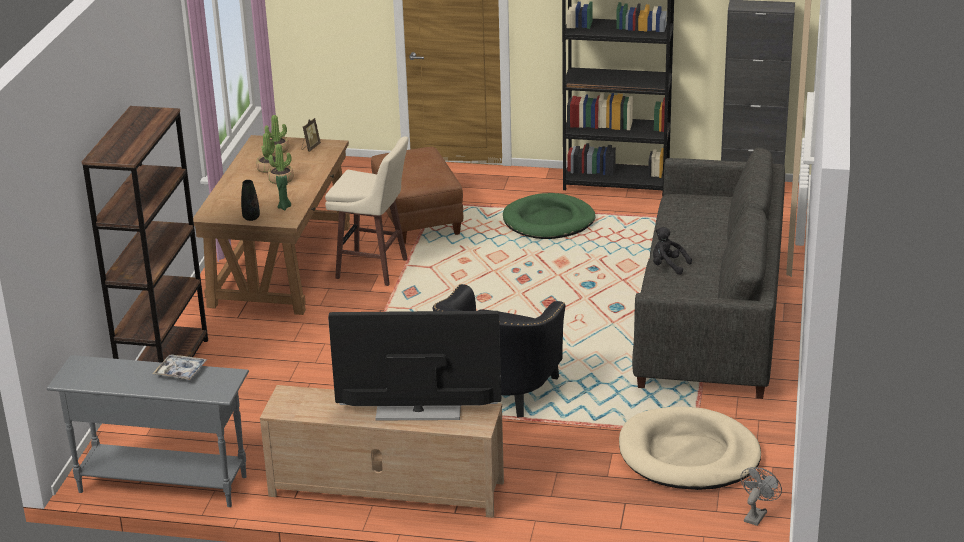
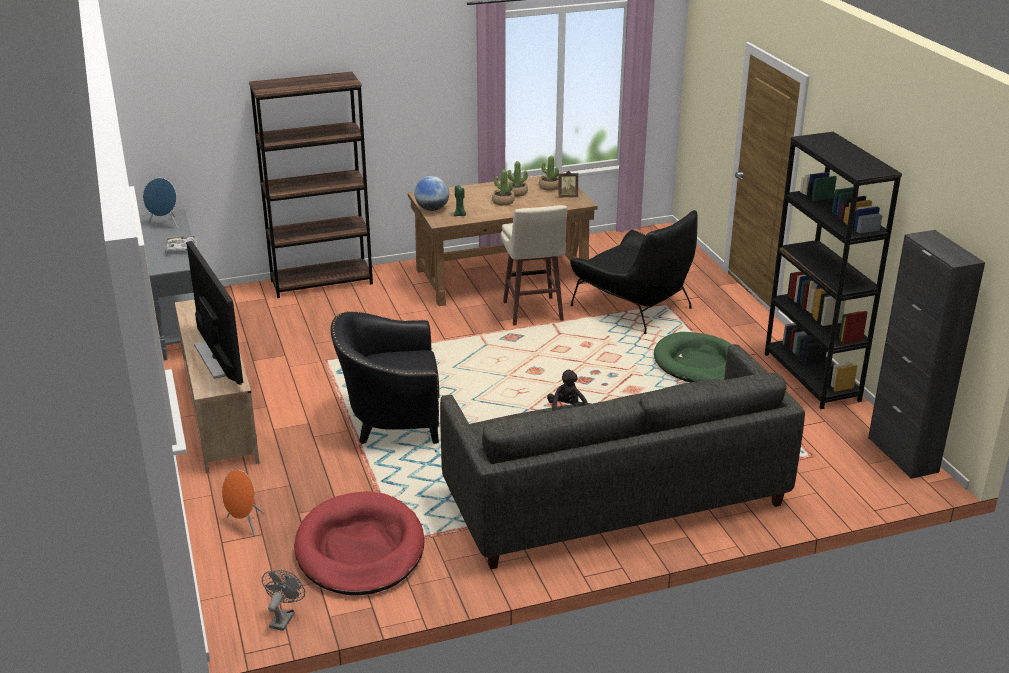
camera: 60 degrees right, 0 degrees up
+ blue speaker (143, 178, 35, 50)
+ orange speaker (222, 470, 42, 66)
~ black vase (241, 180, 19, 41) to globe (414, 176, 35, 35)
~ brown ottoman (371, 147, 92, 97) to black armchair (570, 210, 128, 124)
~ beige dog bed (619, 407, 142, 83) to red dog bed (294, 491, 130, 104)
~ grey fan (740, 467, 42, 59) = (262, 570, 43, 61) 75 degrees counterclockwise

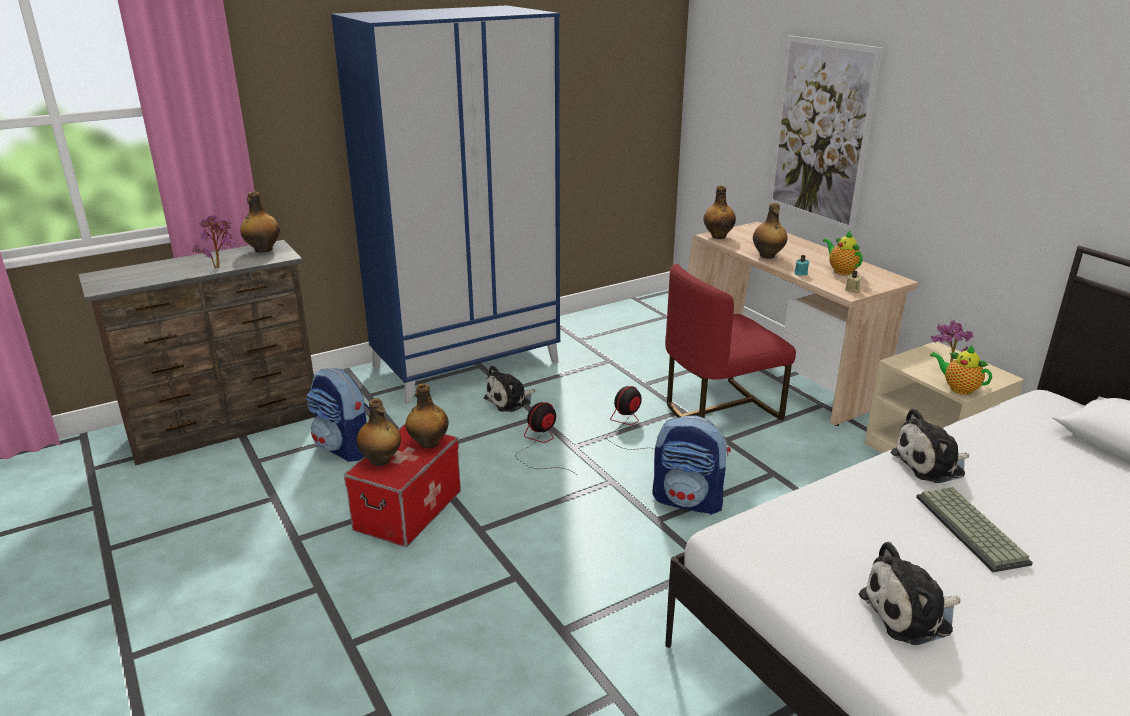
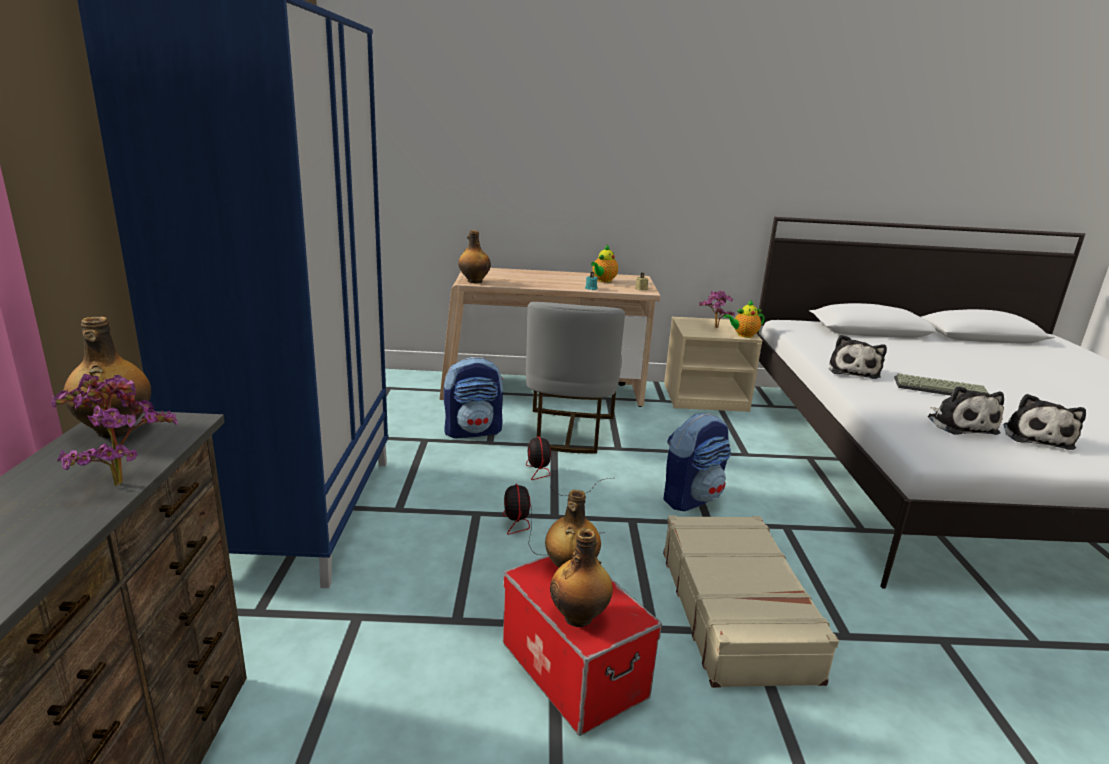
camera: 60 degrees left, 5 degrees down
- bottle (753, 203, 35, 56)
- picture (768, 35, 115, 197)
+ beige suitcase (663, 515, 176, 173)
~ backpack (306, 368, 64, 94) to (444, 357, 59, 81)
~ plush toy (484, 365, 51, 47) to (928, 386, 76, 49)
~ red chair (665, 264, 131, 156) to grey chair (526, 302, 99, 151)
~ teapot (823, 231, 40, 44) = (591, 245, 27, 38) 60 degrees counterclockwise

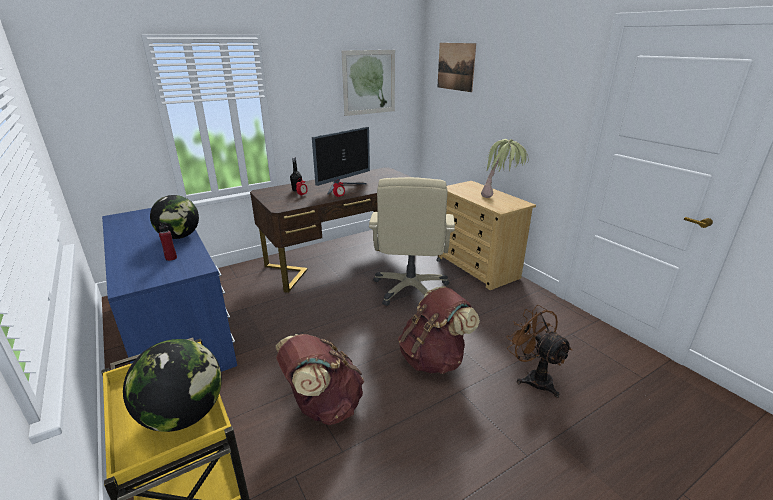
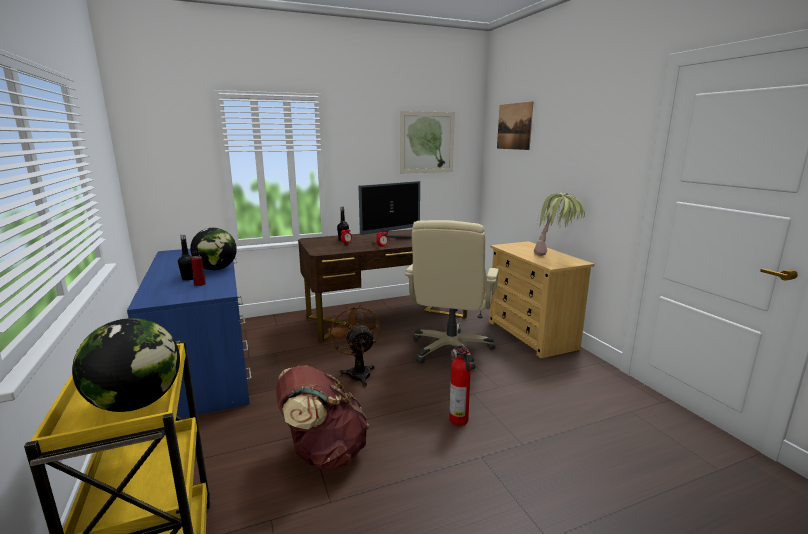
camera: 10 degrees right, 10 degrees down
+ black bottle (178, 234, 15, 47)
~ brown fan (506, 305, 66, 93) to (328, 304, 52, 82)
~ brown backpack (398, 286, 82, 88) to fire extinguisher (449, 345, 22, 80)

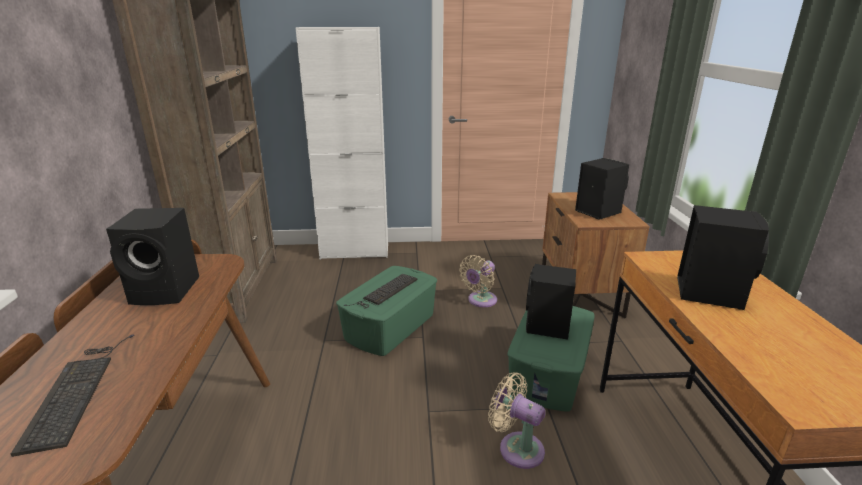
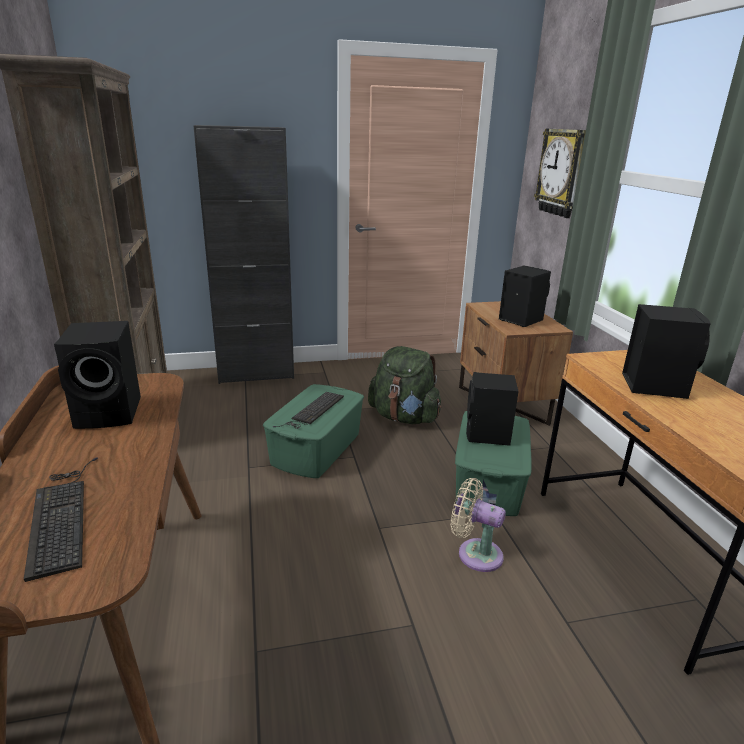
camera: 10 degrees left, 0 degrees up
+ wall clock (534, 129, 52, 89)
~ beige fan (459, 255, 38, 52) to green backpack (368, 346, 74, 78)
~ white cabinet (295, 27, 93, 232) to black cabinet (193, 125, 101, 259)

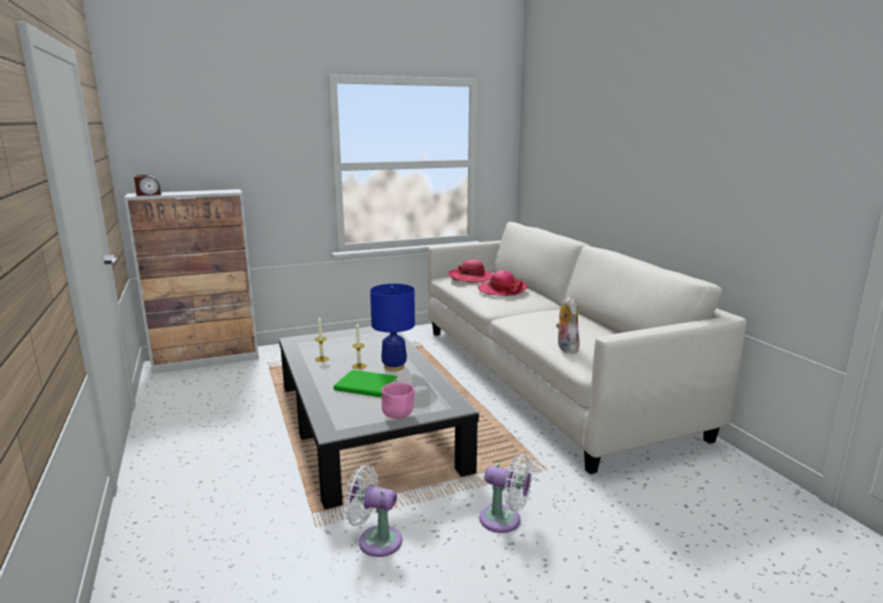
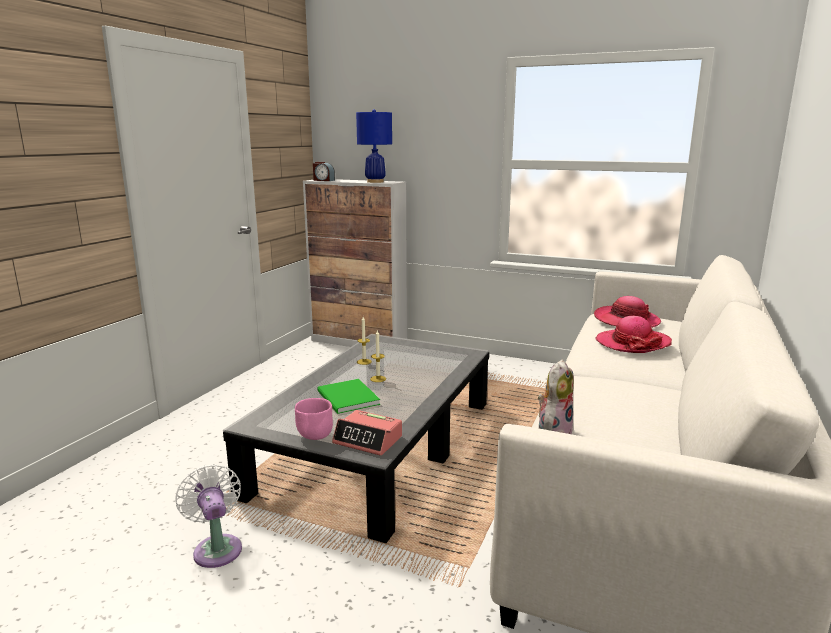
camera: 45 degrees right, 0 degrees up
- white fan (479, 454, 54, 79)
+ alarm clock (332, 410, 70, 46)
~ blue table lamp (370, 284, 45, 87) to (356, 109, 36, 74)

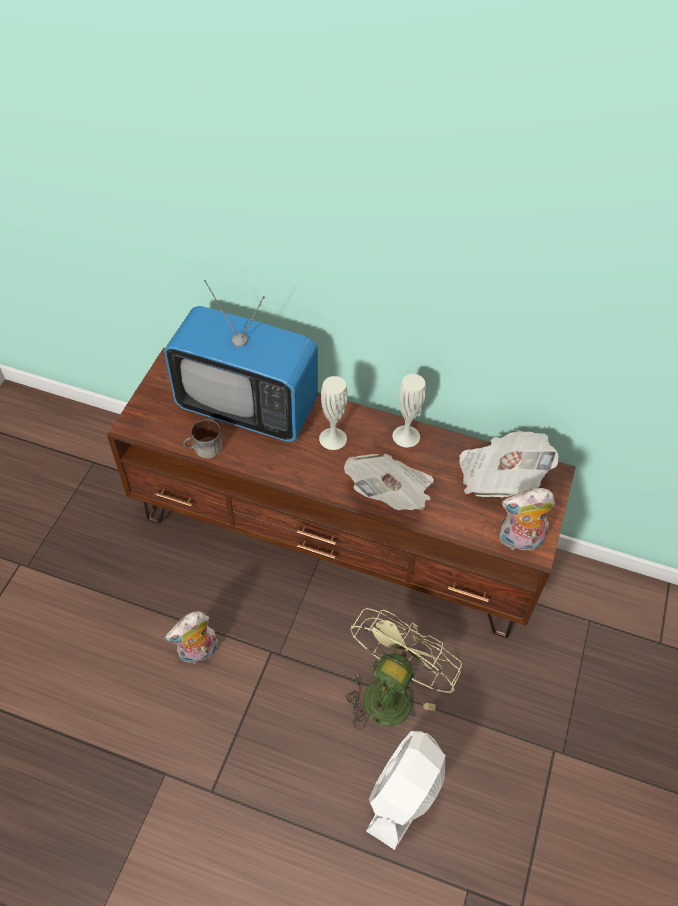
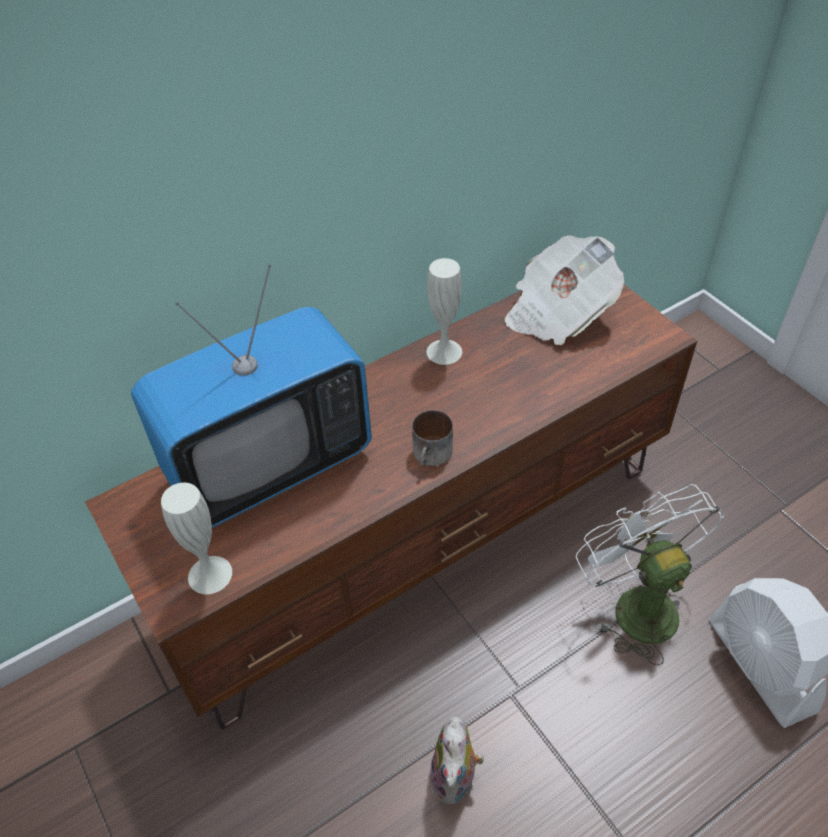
camera: 50 degrees left, 5 degrees down
- newspaper (344, 454, 90, 56)
- plush toy (499, 488, 56, 63)
~ mug (183, 419, 40, 40) to (412, 410, 41, 56)
~ white vase (319, 376, 28, 74) to (161, 482, 71, 112)
~ green fan (346, 608, 116, 122) to white fan (576, 484, 148, 181)

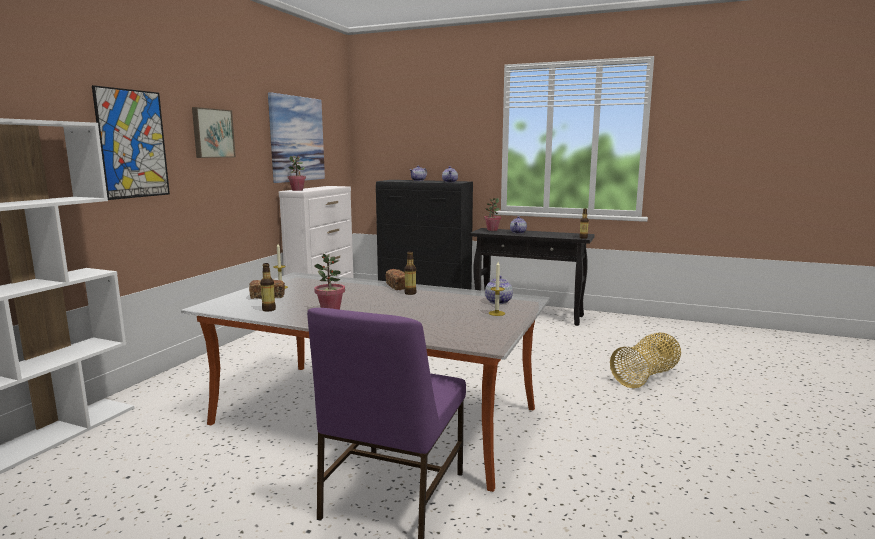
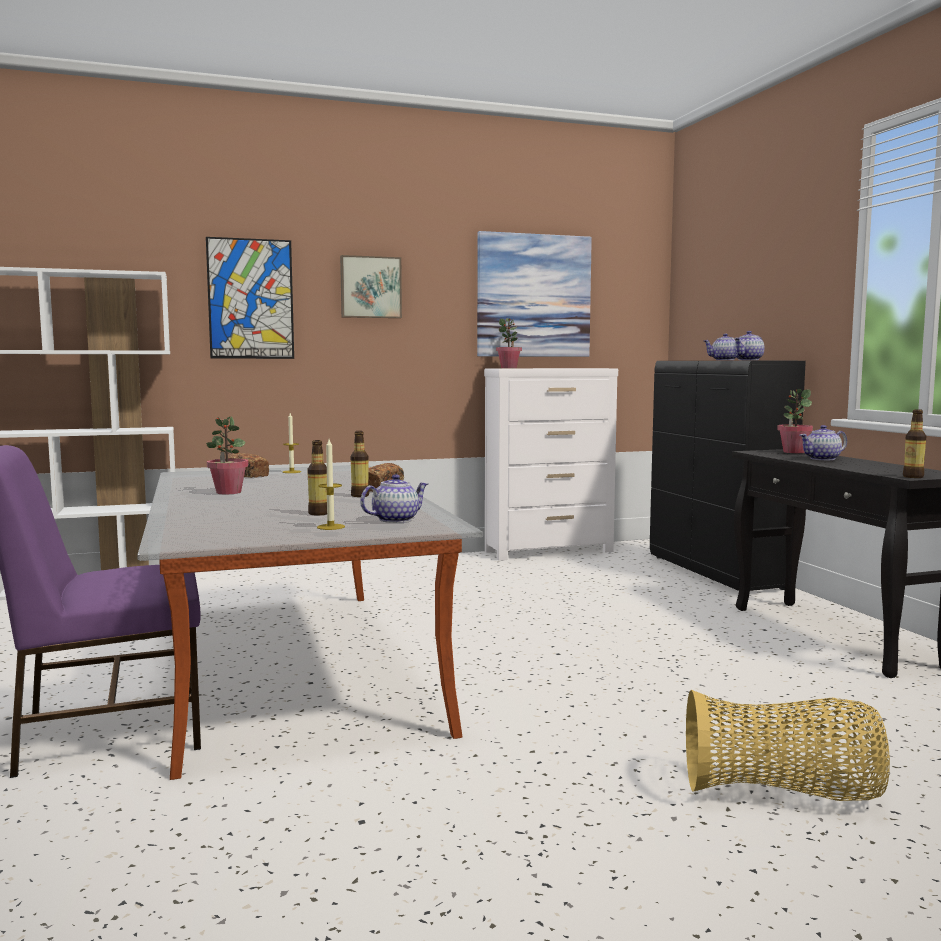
camera: 50 degrees right, 5 degrees down
~ bottle (260, 263, 16, 48) to (307, 440, 20, 76)

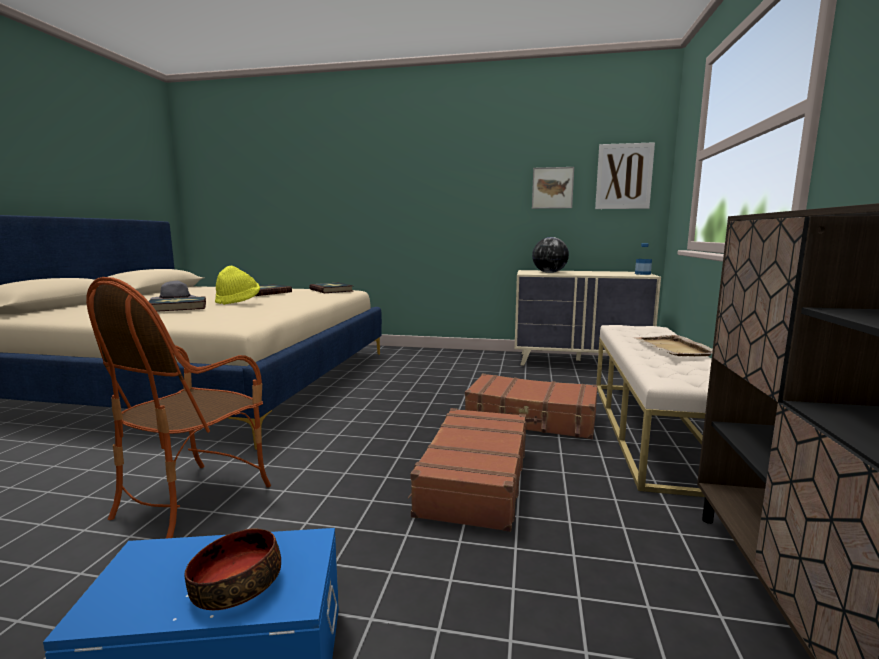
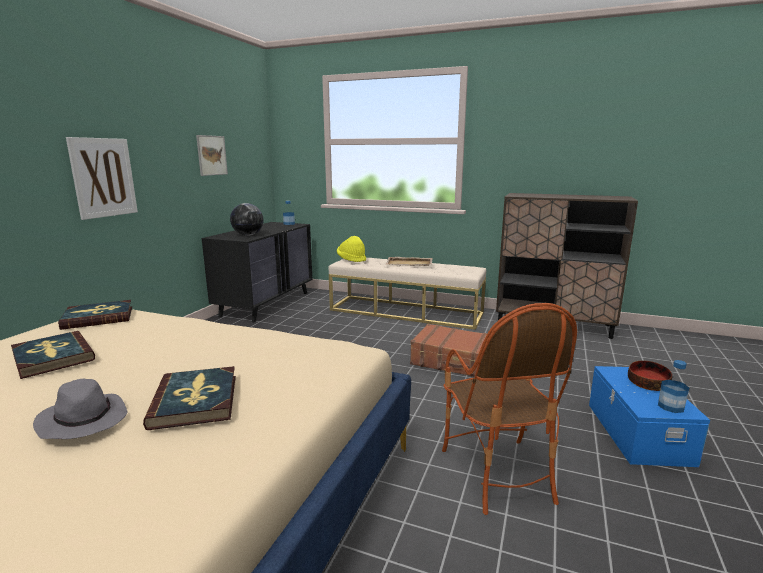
camera: 80 degrees left, 5 degrees up
- brown suitcase (465, 374, 133, 65)
+ bottle (658, 360, 31, 53)
~ yellow hat (215, 266, 45, 39) to (337, 236, 29, 26)
~ picture (595, 142, 60, 67) to (66, 137, 72, 83)
~ beige dresser (514, 270, 147, 96) to black dresser (202, 222, 111, 101)
~ armchair (86, 277, 185, 261) = (442, 303, 135, 212) 45 degrees clockwise

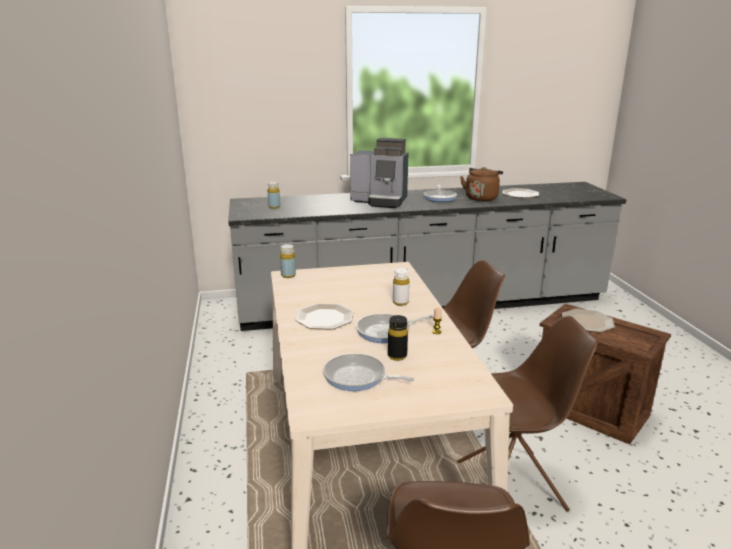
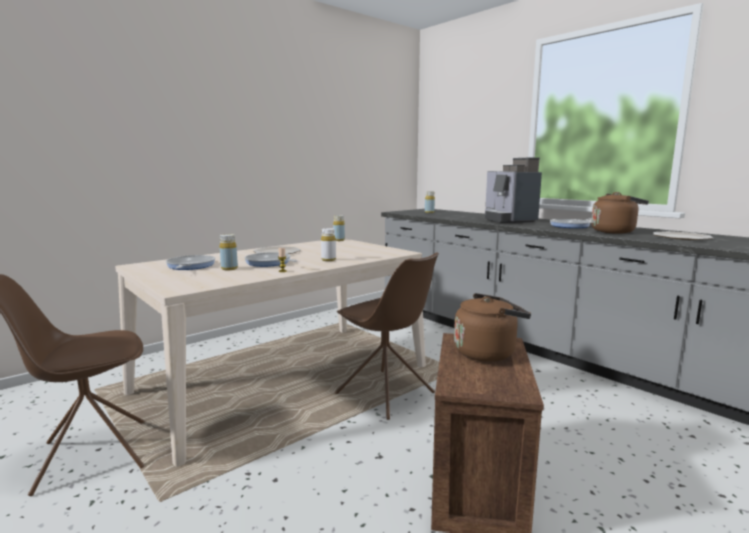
camera: 60 degrees right, 10 degrees down
- brown chair (457, 316, 141, 196)
~ plate (562, 309, 53, 23) to brown kettle (454, 293, 77, 69)
~ black bottle (388, 315, 20, 46) to yellow bottle (220, 234, 18, 36)

